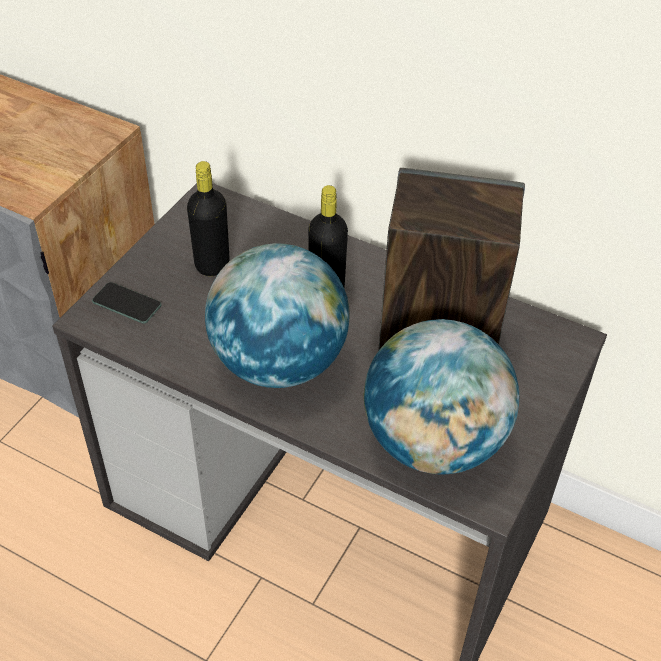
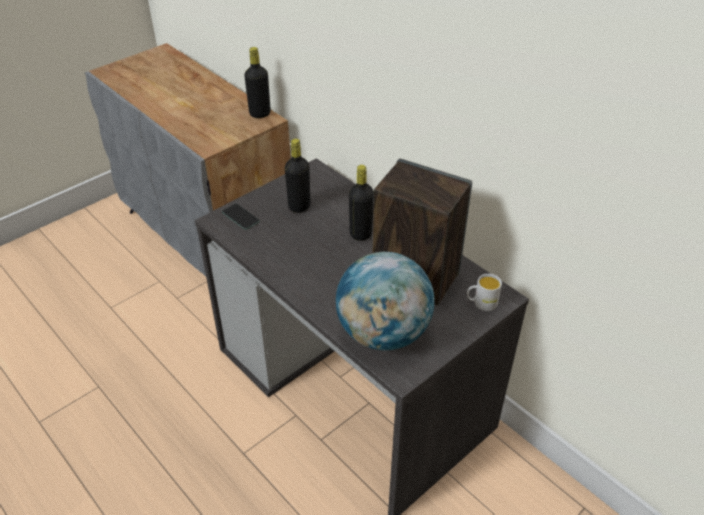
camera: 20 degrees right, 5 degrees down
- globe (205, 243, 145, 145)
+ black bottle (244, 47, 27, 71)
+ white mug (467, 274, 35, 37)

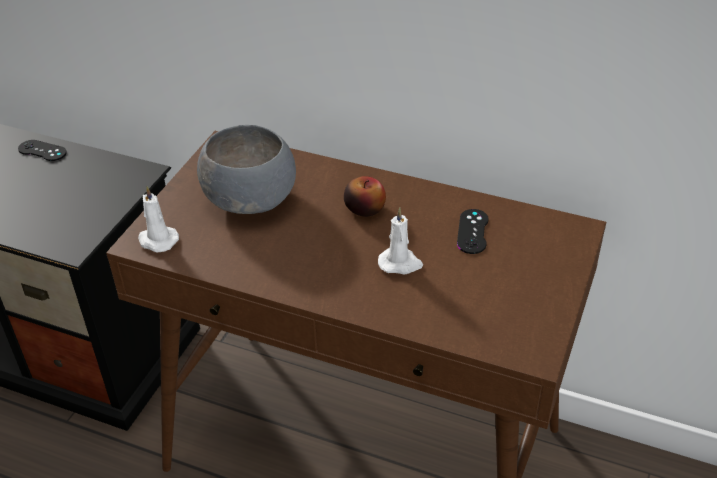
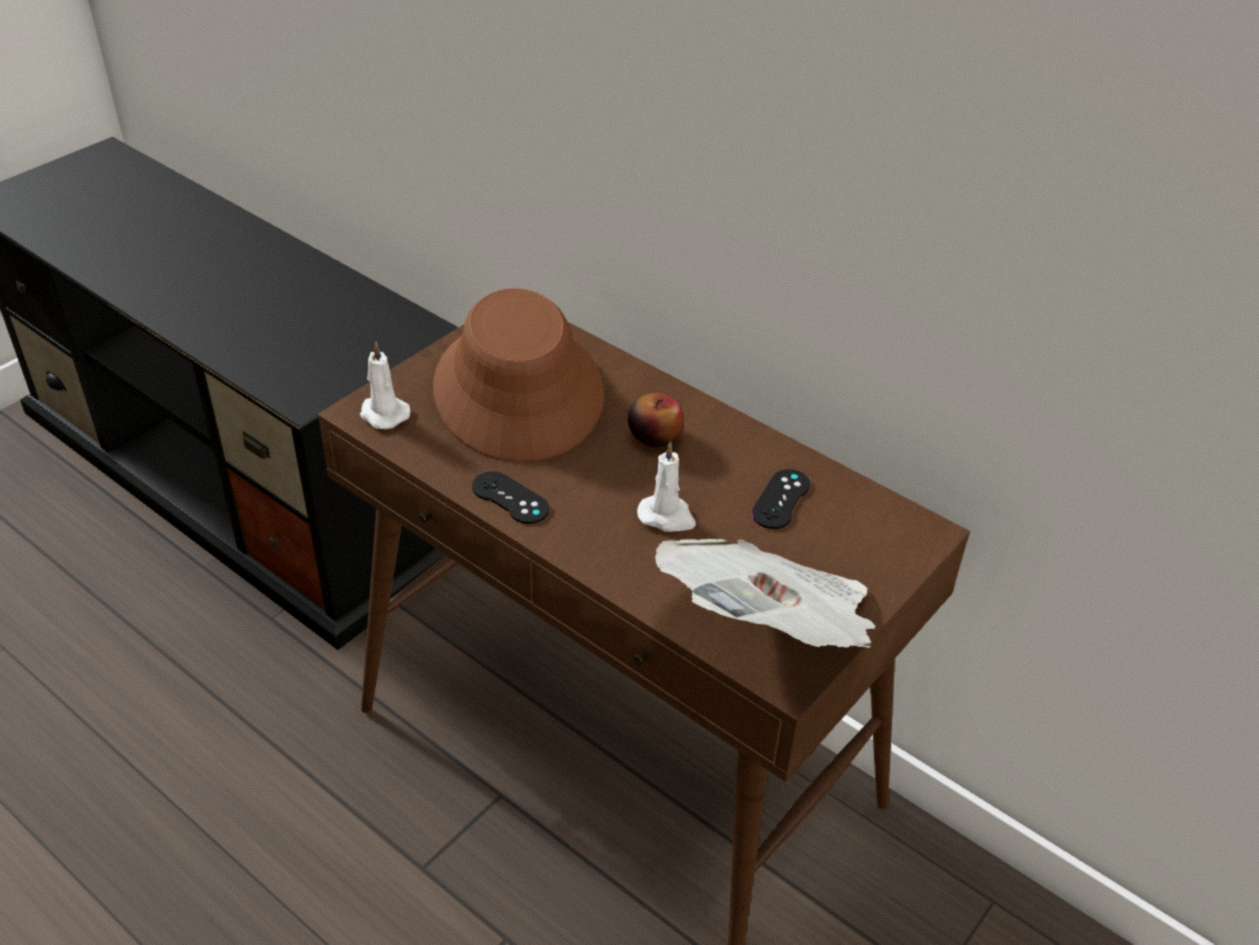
camera: 15 degrees right, 0 degrees up
+ newspaper (655, 539, 221, 109)
~ black game controller (18, 140, 49, 21) to (472, 471, 78, 53)
~ grey bowl (197, 125, 99, 89) to brown hat (433, 288, 171, 174)

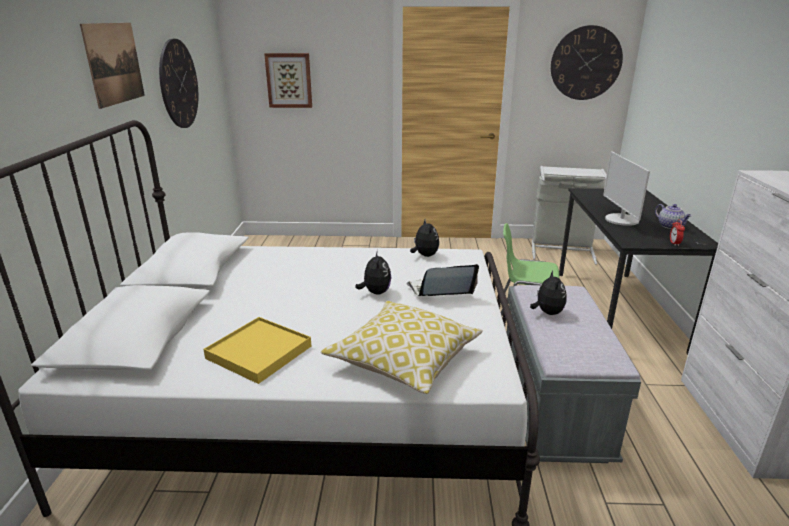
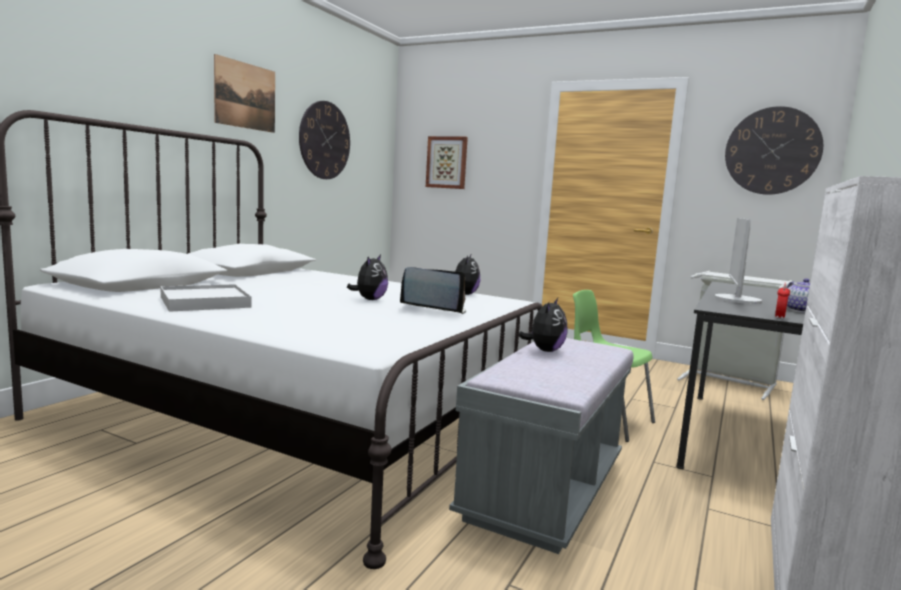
camera: 25 degrees right, 15 degrees down
- pillow (321, 301, 162, 93)
~ yellow tray (203, 317, 108, 67) to white tray (160, 284, 91, 28)

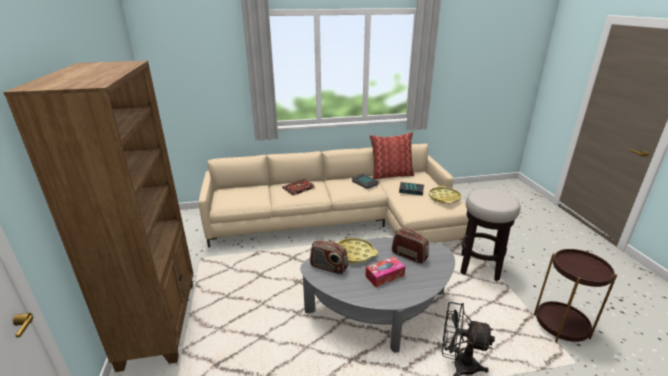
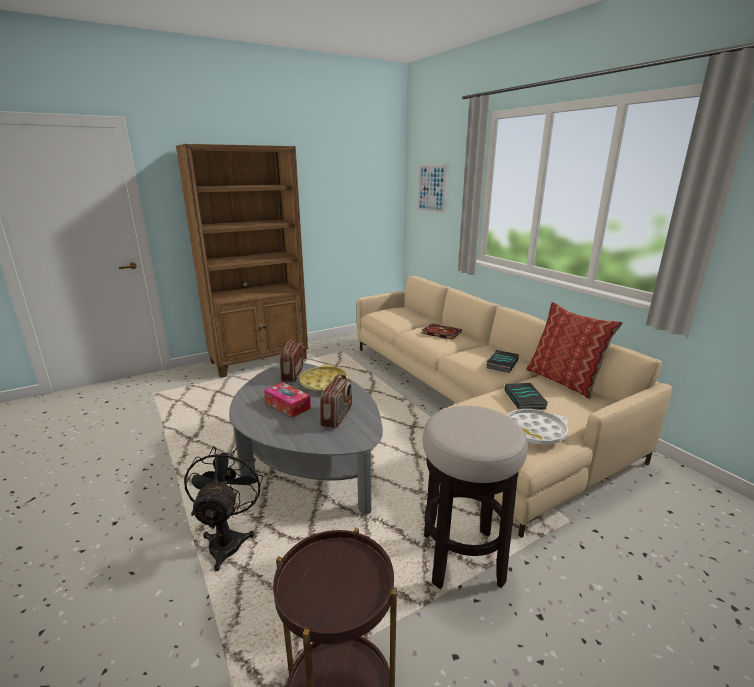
camera: 70 degrees right, 5 degrees down
+ picture (417, 164, 30, 50)
~ yellow tray (429, 186, 32, 18) to white tray (507, 409, 62, 36)

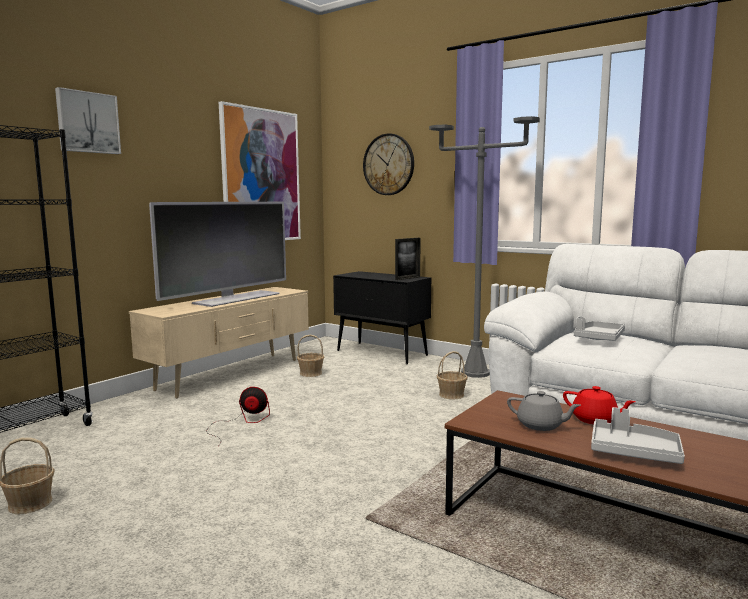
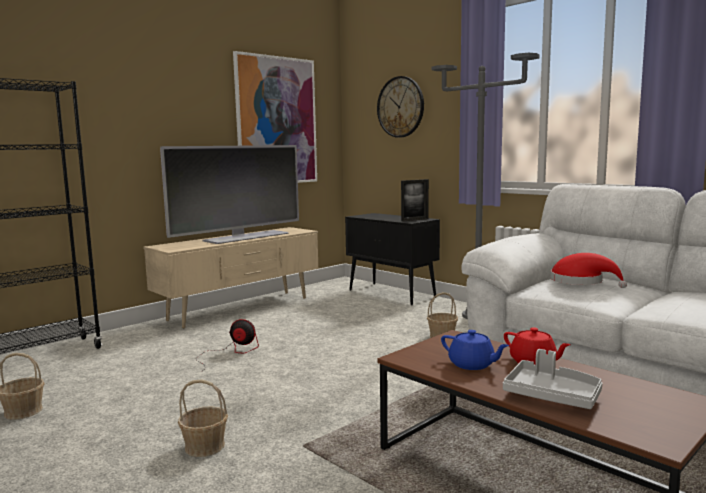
camera: 10 degrees right, 0 degrees up
- picture (55, 87, 66, 67)
~ basket (297, 335, 27, 42) to (178, 379, 50, 78)
~ grey tray (574, 316, 51, 25) to red hat (550, 253, 77, 35)
~ grey teapot (507, 391, 74, 40) to blue teapot (441, 330, 68, 40)

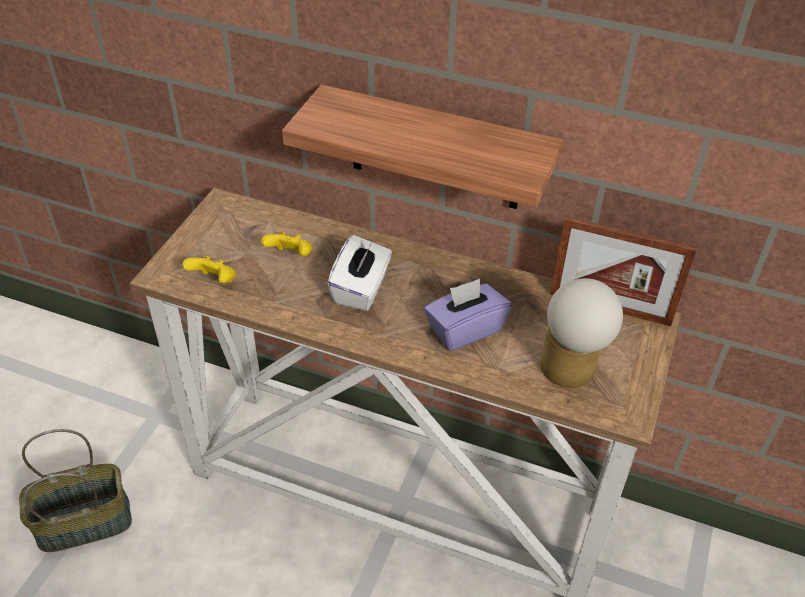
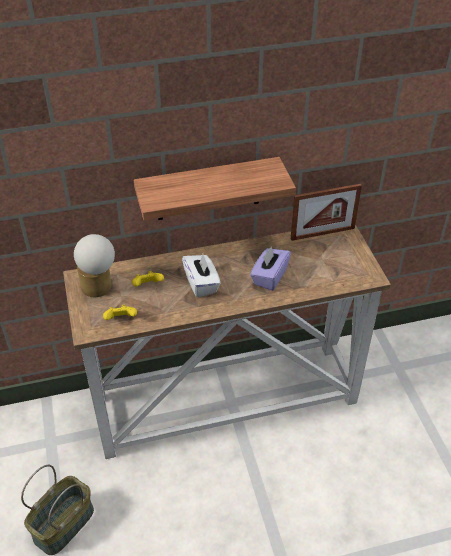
camera: 35 degrees left, 0 degrees up
~ table lamp (540, 278, 83, 110) to (74, 234, 41, 63)

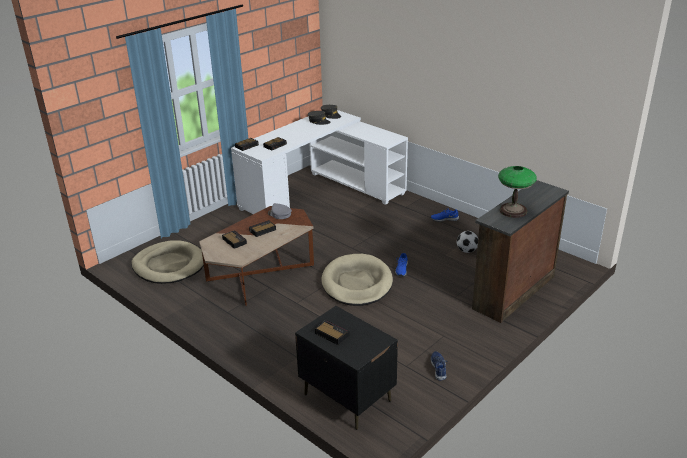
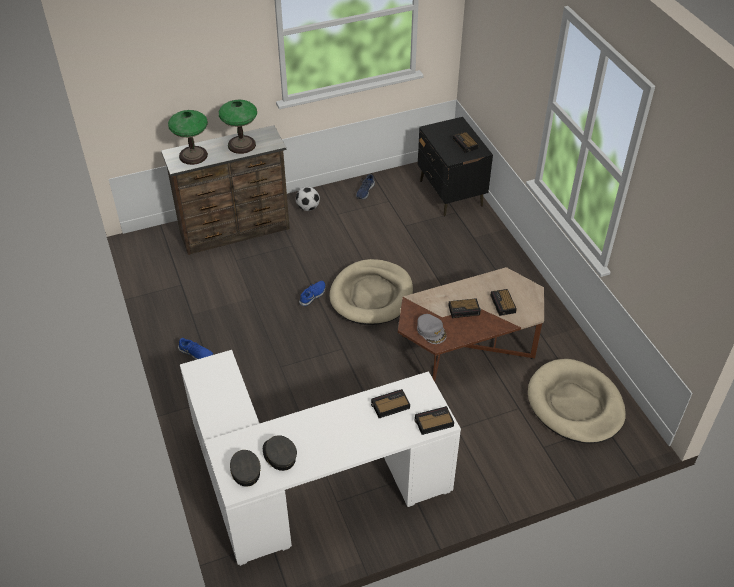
camera: 155 degrees left, 15 degrees up
+ table lamp (168, 110, 40, 55)
~ football (457, 231, 21, 22) to (296, 187, 24, 24)

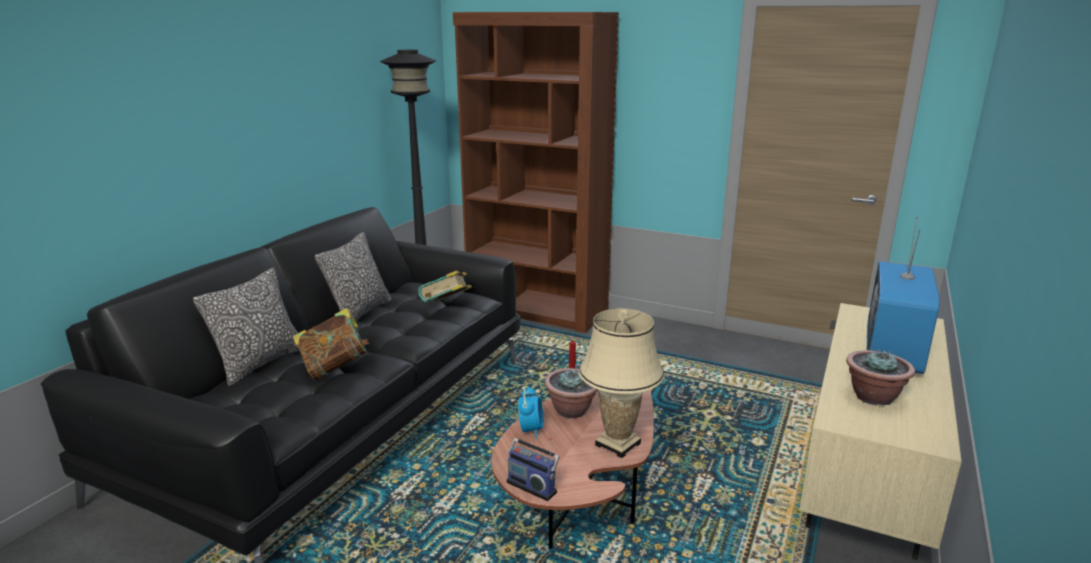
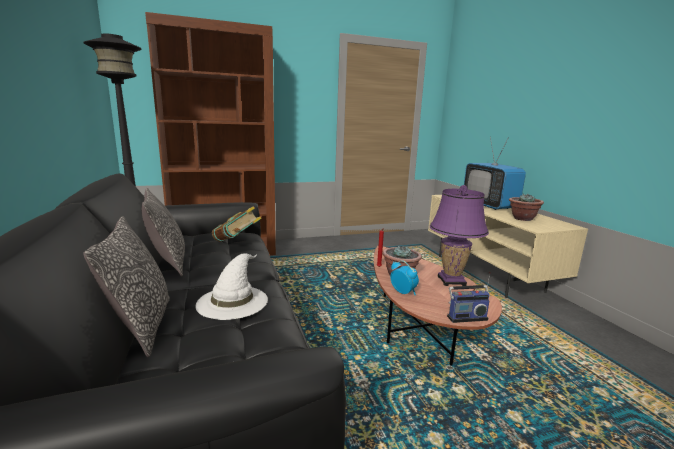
camera: 45 degrees left, 5 degrees down
~ book (293, 308, 77, 72) to white hat (195, 253, 73, 67)
~ beige table lamp (579, 309, 85, 149) to purple table lamp (430, 185, 59, 101)

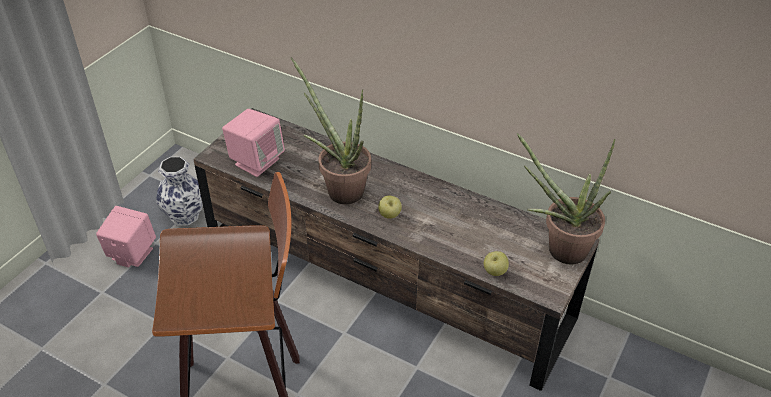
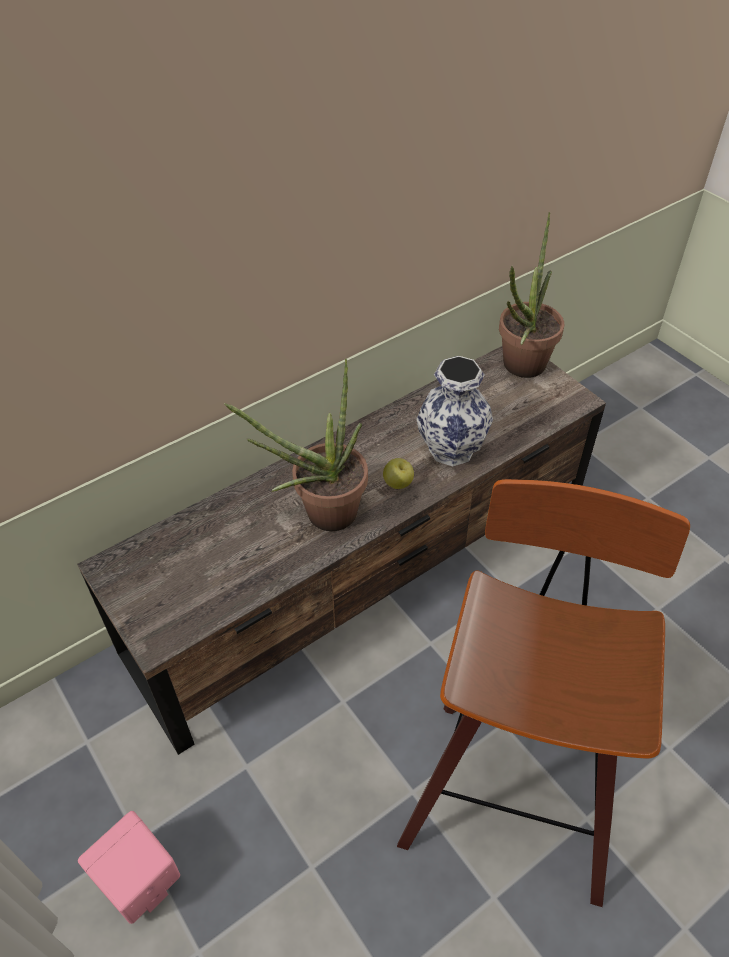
camera: 65 degrees left, 5 degrees up
- pink speaker (222, 109, 63, 68)
- apple (484, 251, 25, 25)
~ vase (156, 157, 47, 69) to (416, 356, 77, 110)

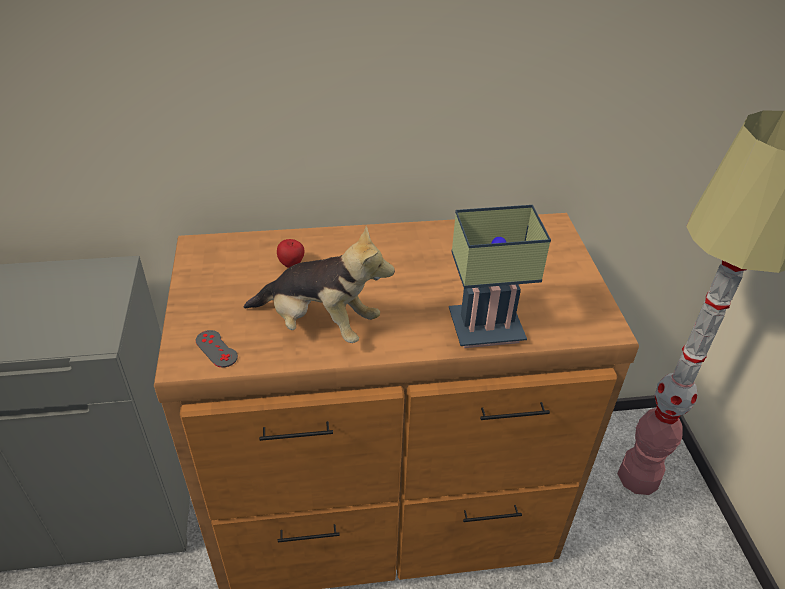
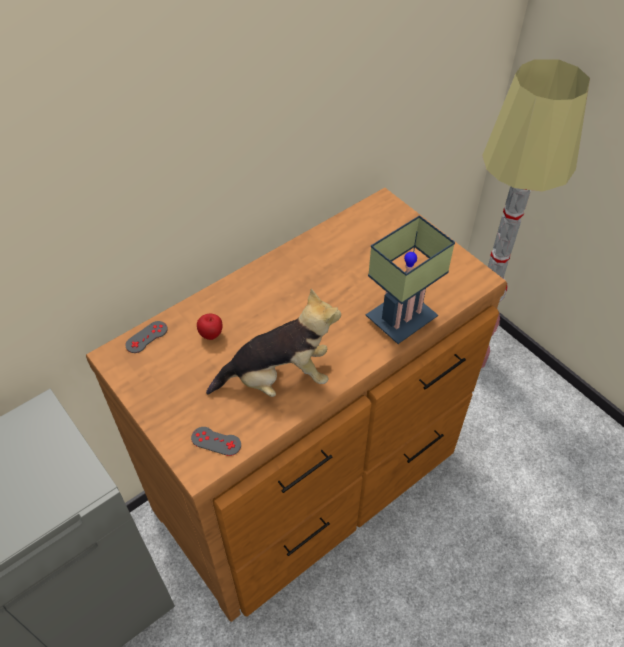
camera: 30 degrees left, 10 degrees up
+ grey game controller (125, 321, 43, 32)

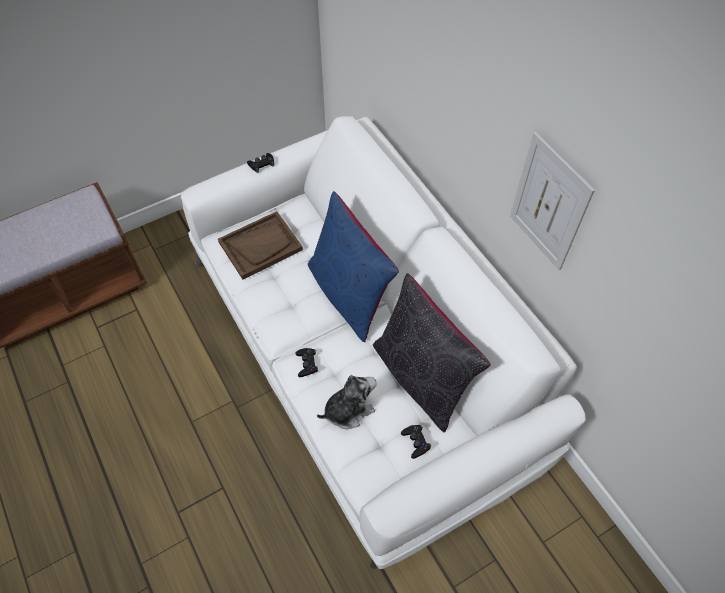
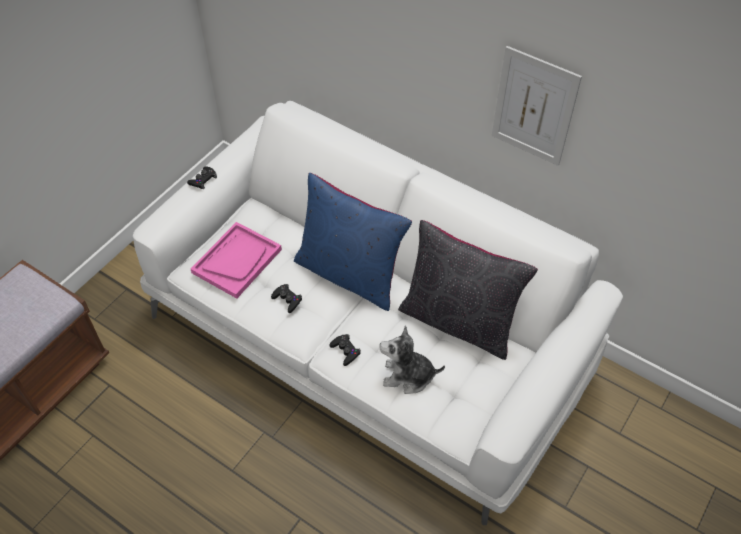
camera: 25 degrees left, 5 degrees down
~ black game controller (401, 425, 30, 34) to (271, 284, 31, 29)
~ brown tray (218, 211, 85, 69) to pink tray (191, 222, 91, 76)
~ plush toy (317, 375, 60, 54) = (380, 325, 65, 69) 120 degrees counterclockwise

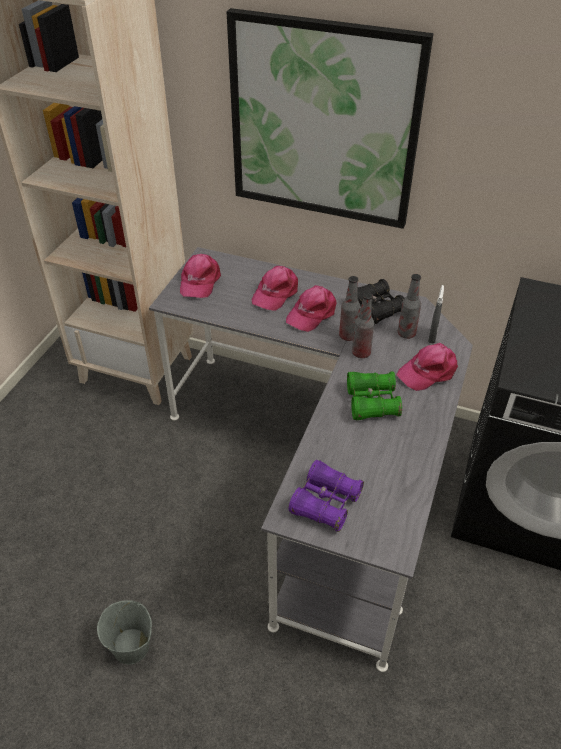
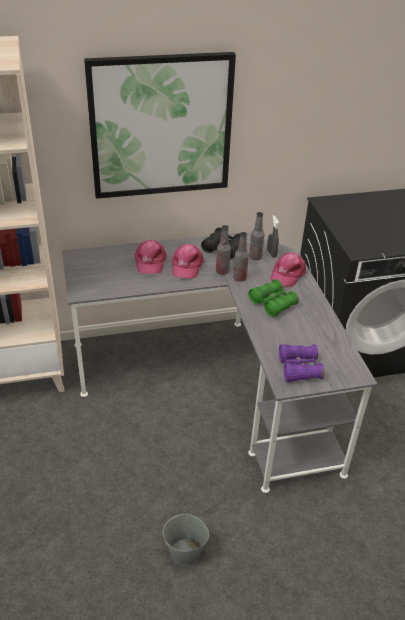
camera: 35 degrees left, 5 degrees down
- pink cap (180, 254, 41, 44)

